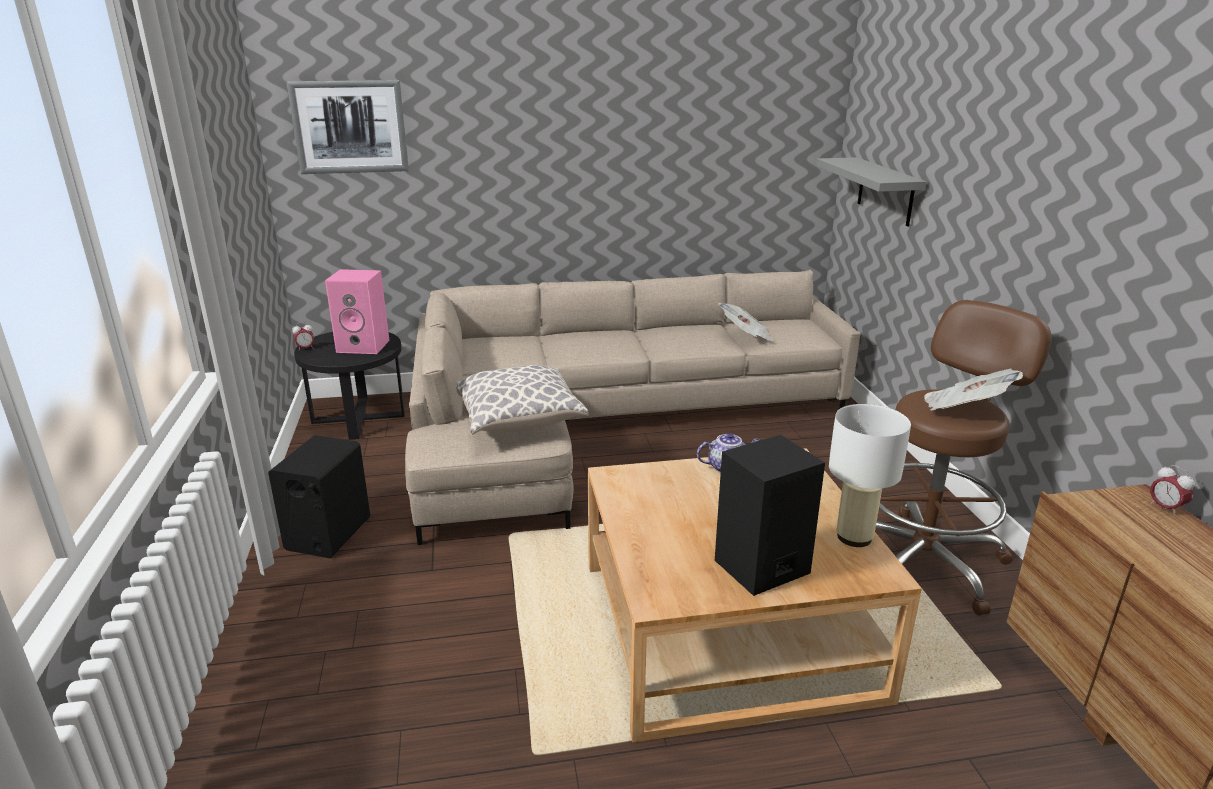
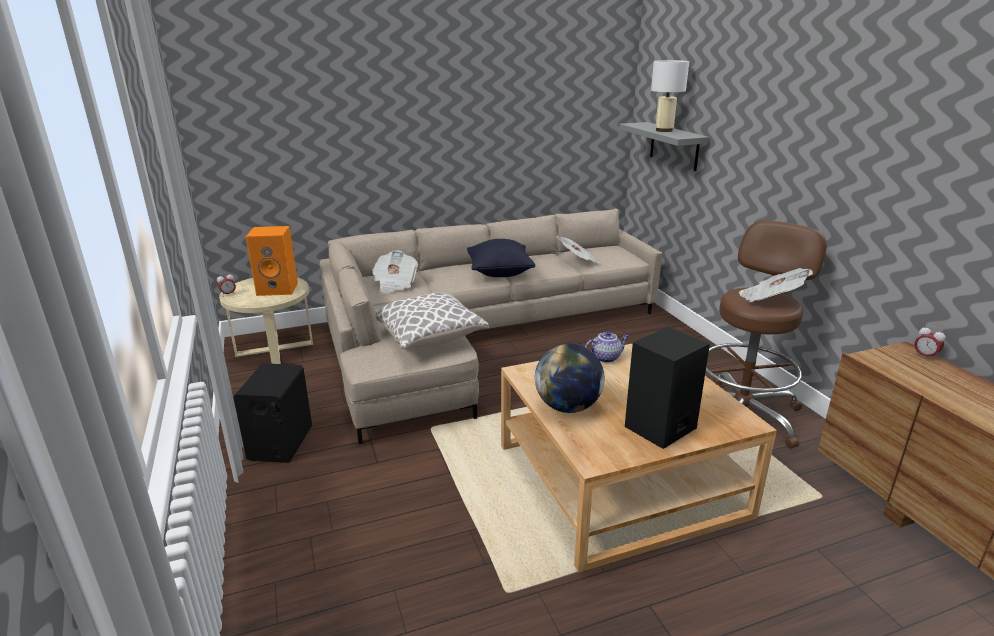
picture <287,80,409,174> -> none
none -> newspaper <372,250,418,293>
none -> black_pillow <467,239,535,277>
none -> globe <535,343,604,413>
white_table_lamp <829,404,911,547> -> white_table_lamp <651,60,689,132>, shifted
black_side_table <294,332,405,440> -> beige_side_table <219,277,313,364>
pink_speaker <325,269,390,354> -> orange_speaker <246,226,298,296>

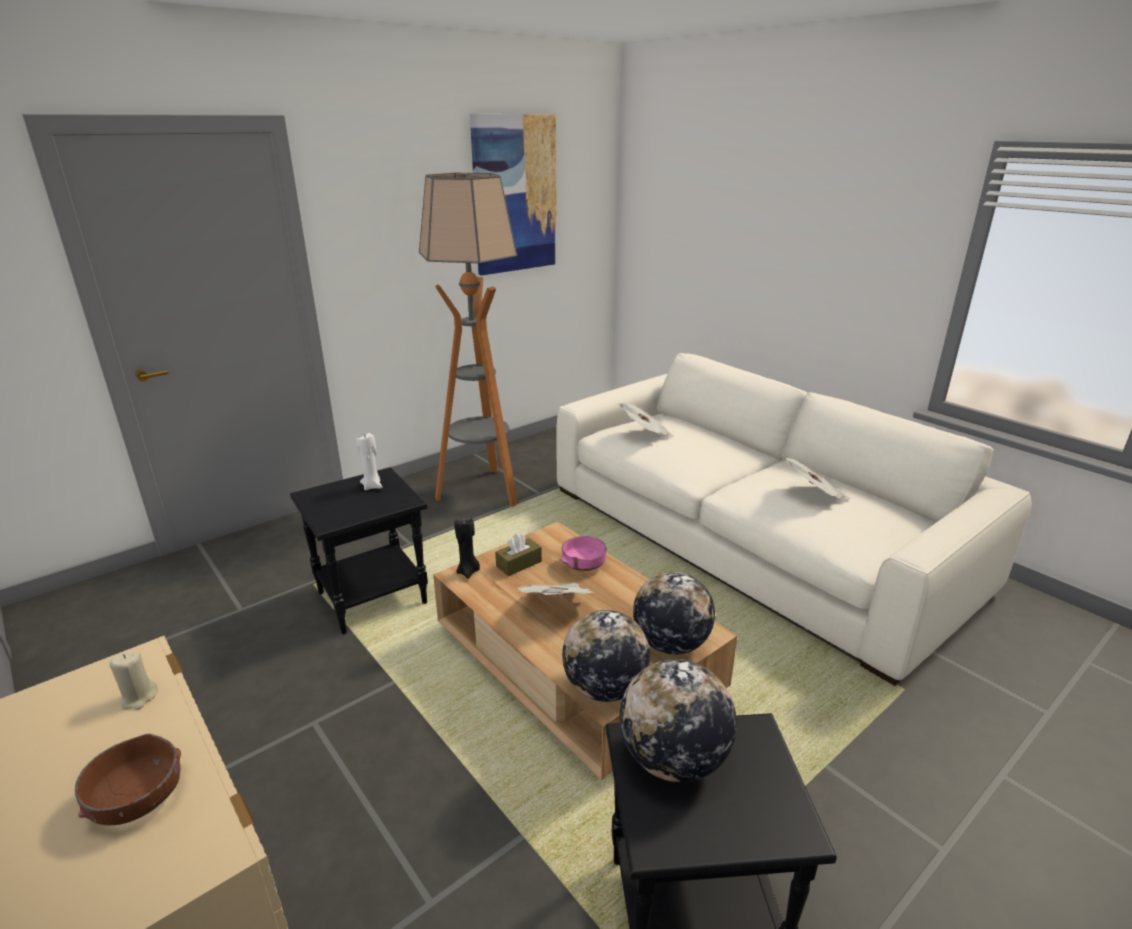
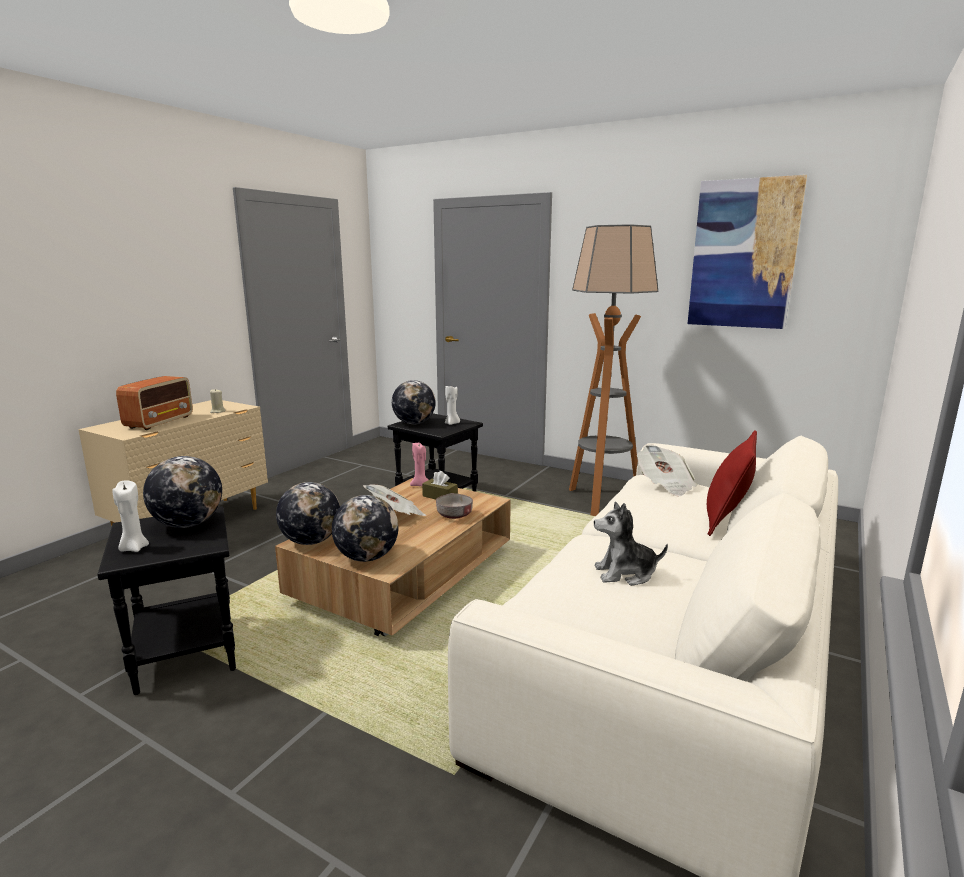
none -> white_candle <112,480,149,552>
none -> globe <392,380,436,424>
none -> red_pillow <707,430,757,536>
brown_bowl <75,734,181,825> -> radio <116,376,193,430>
newspaper <784,458,851,499> -> plush_toy <594,502,668,586>
black_candle <454,519,480,579> -> pink_candle <410,443,428,486>
pink_bowl <562,536,607,571> -> grey_bowl <436,493,473,519>

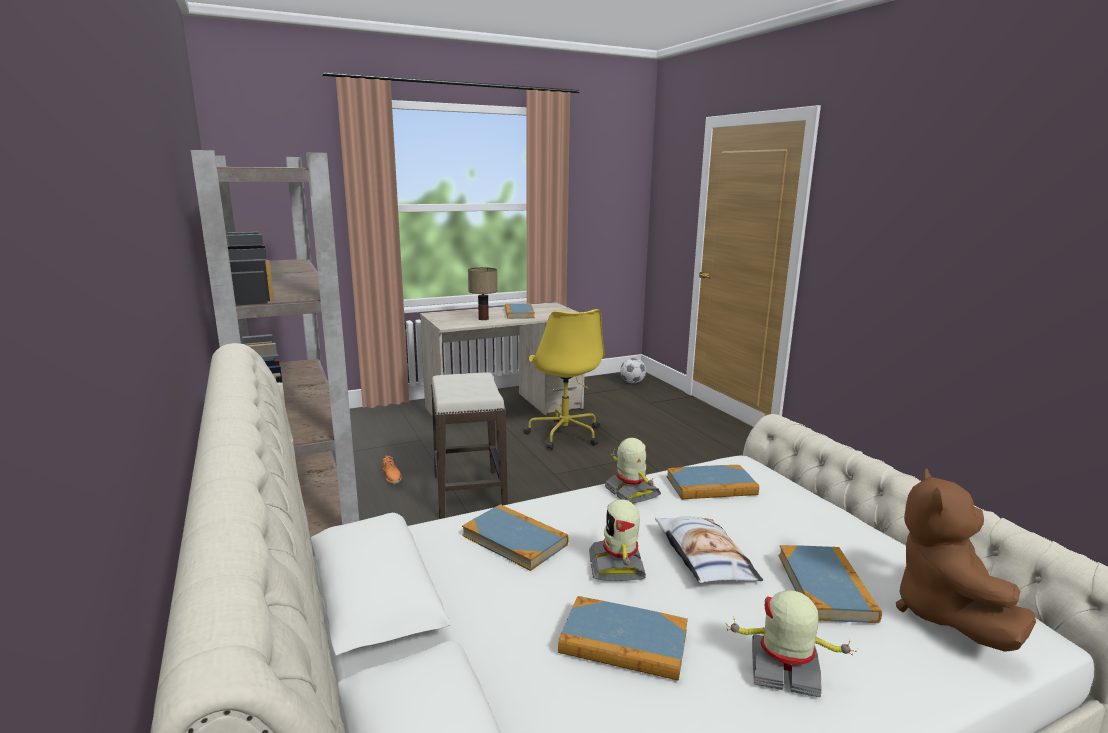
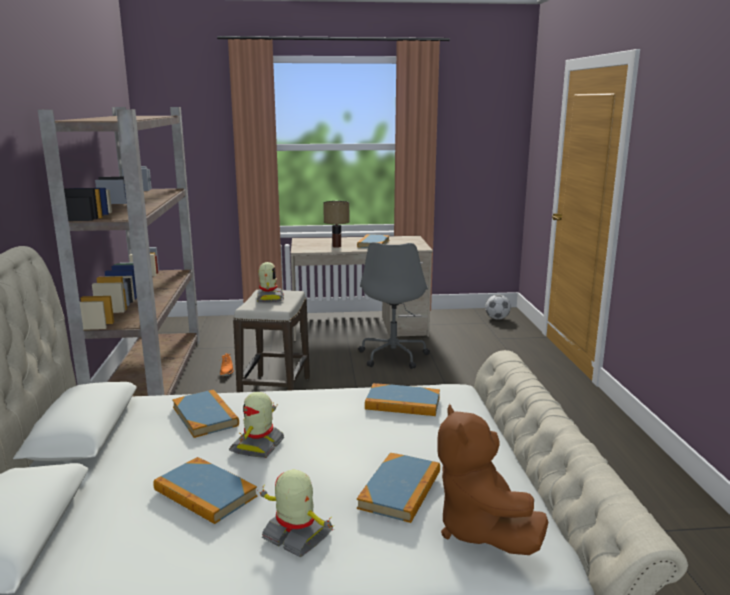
pillow <655,516,763,583> -> none
toy_robot <605,438,661,503> -> toy_robot <257,262,284,302>, shifted
yellow_office_chair <524,309,604,450> -> grey_office_chair <358,242,430,369>
brown_plush_toy <896,469,1036,652> -> brown_plush_toy <437,404,548,555>, 45 degrees counterclockwise

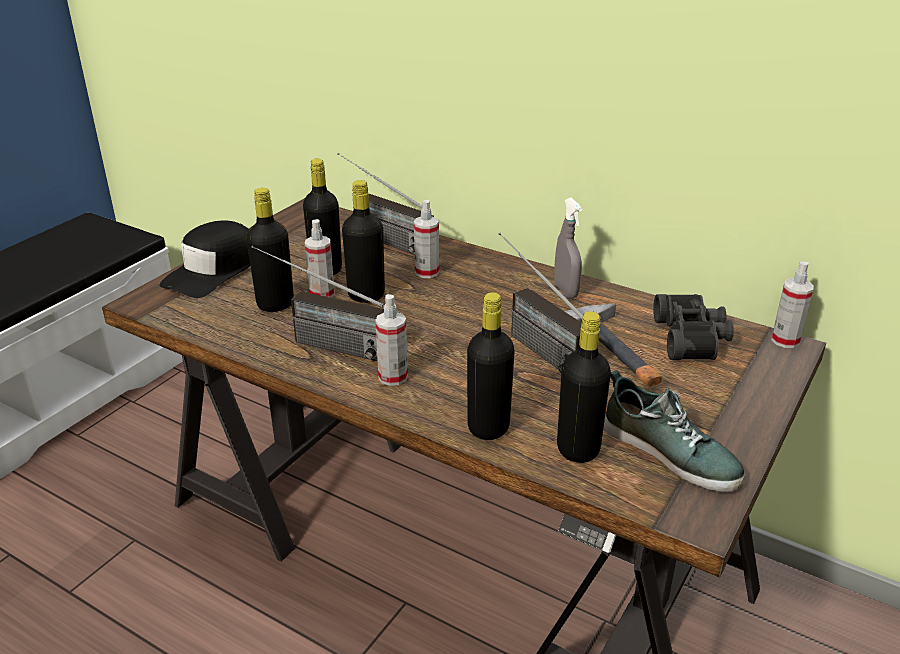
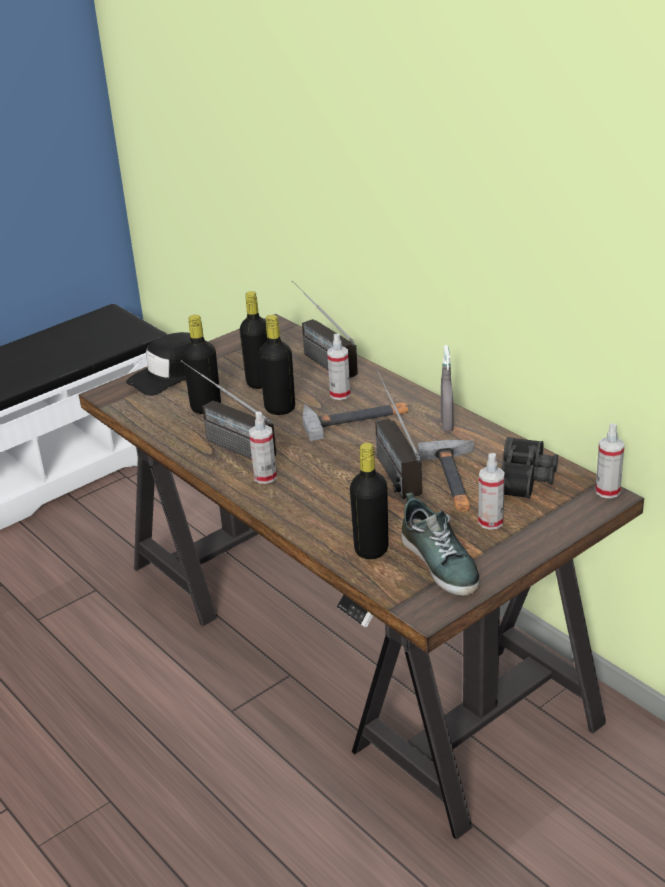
black_bottle <467,292,515,440> -> none
none -> hammer <303,403,408,441>
spray_bottle <305,219,335,298> -> spray_bottle <478,453,505,530>, shifted

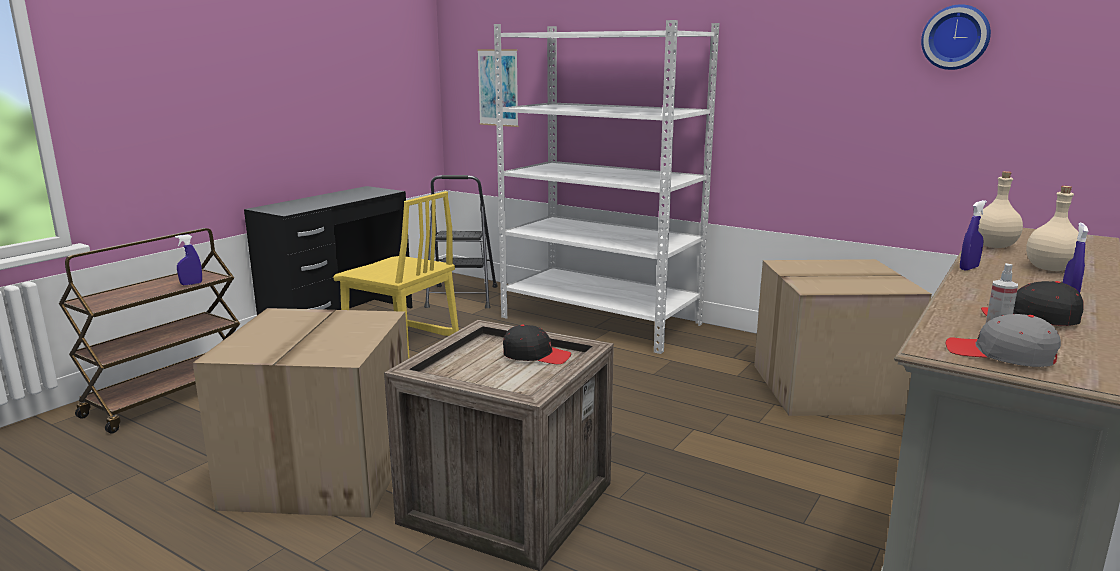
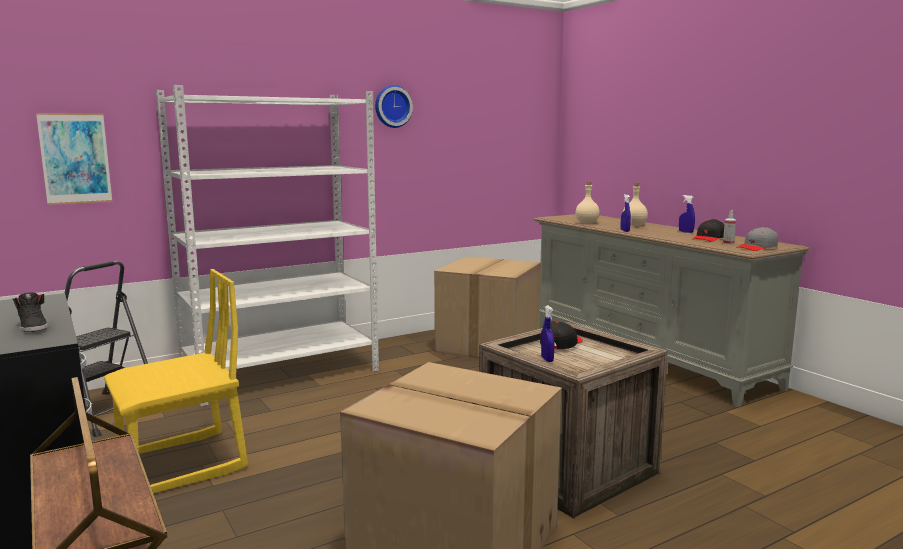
none -> black_shoe <12,292,48,332>
blue_spray_bottle <175,234,202,285> -> blue_spray_bottle <541,305,554,362>, shifted
wall_clock <921,4,991,70> -> wall_clock <375,85,413,128>, shifted

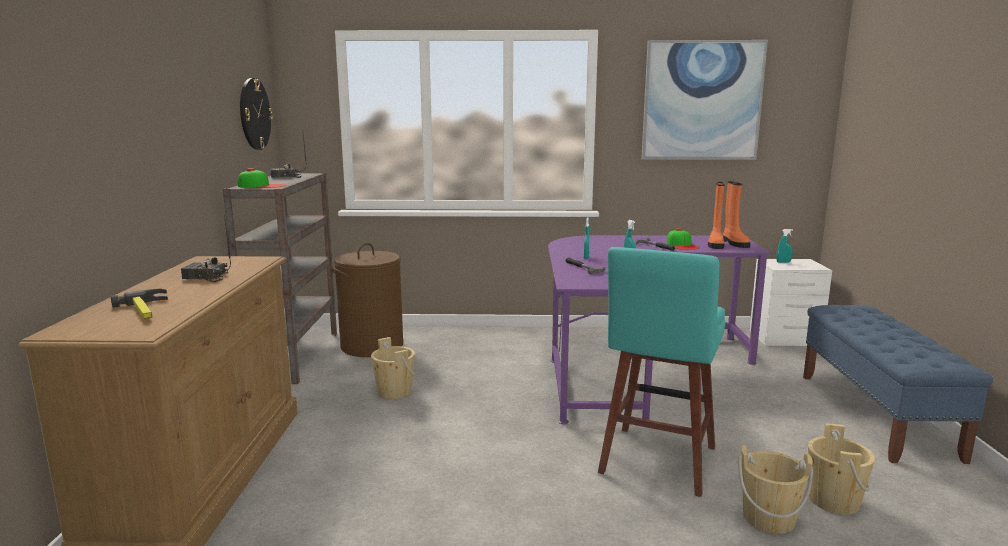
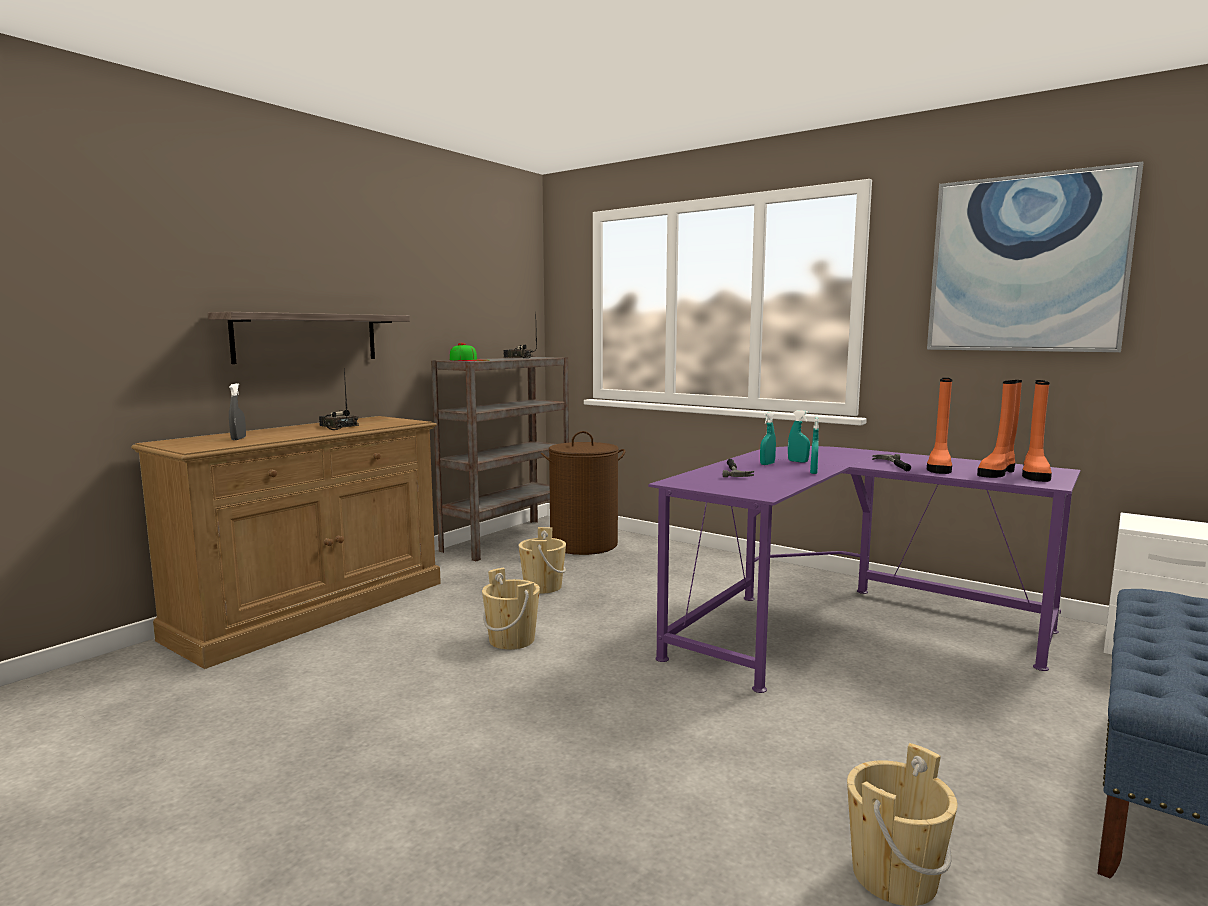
wall_clock <240,78,273,150> -> none
turquoise_stool <598,247,725,497> -> none
none -> shelf <208,312,410,364>
beige_bucket <738,445,813,534> -> beige_bucket <482,567,540,650>, shifted
turquoise_spray_bottle <776,229,793,263> -> turquoise_spray_bottle <788,410,810,463>, shifted
hammer <111,289,168,319> -> grey_spray_bottle <229,383,246,440>
cap <666,228,699,250> -> orange_boot <927,378,952,474>

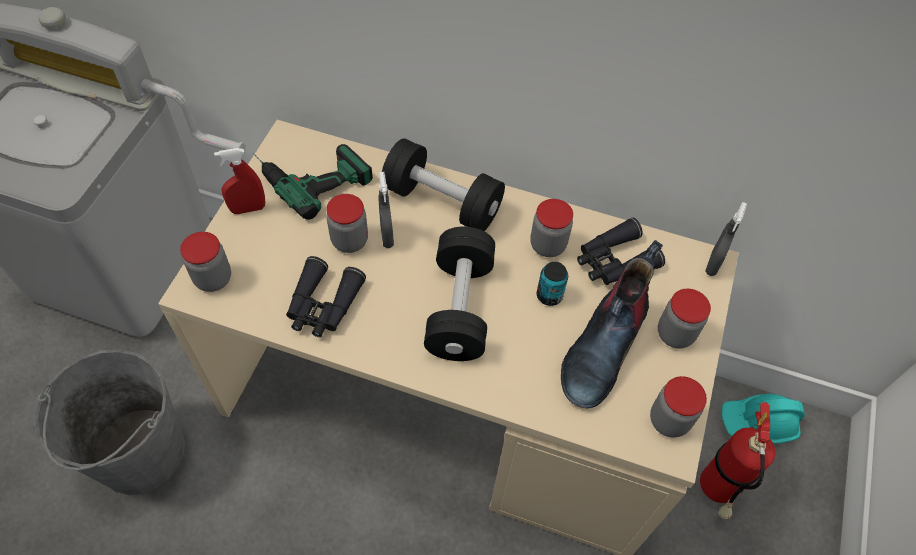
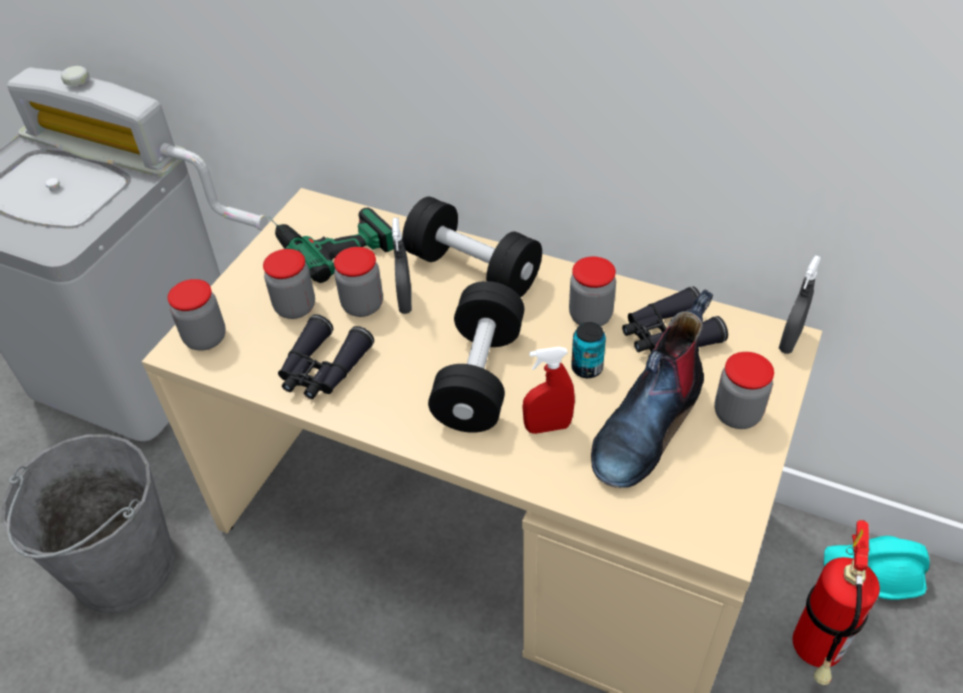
red_spray_bottle <214,148,265,214> -> red_spray_bottle <522,347,575,434>, shifted
jar <650,376,707,438> -> jar <263,249,315,319>, shifted

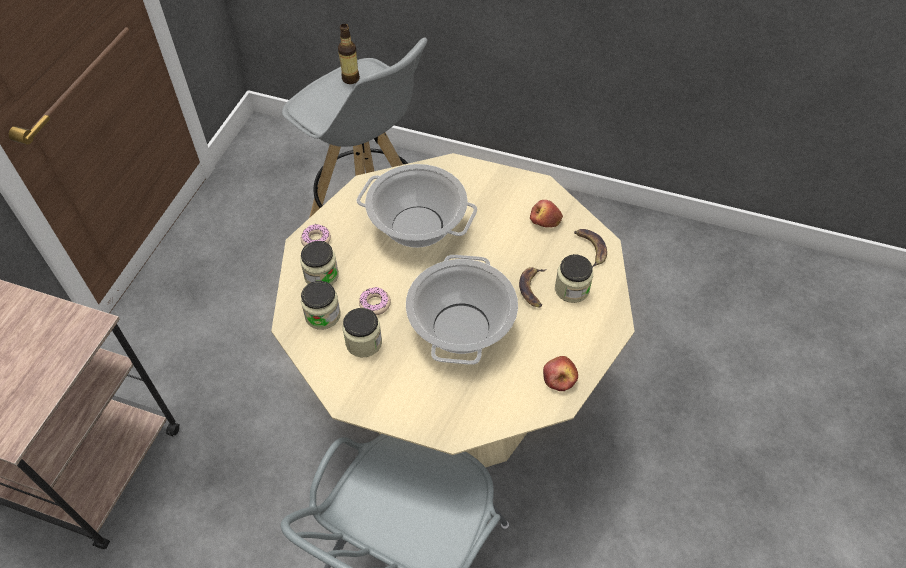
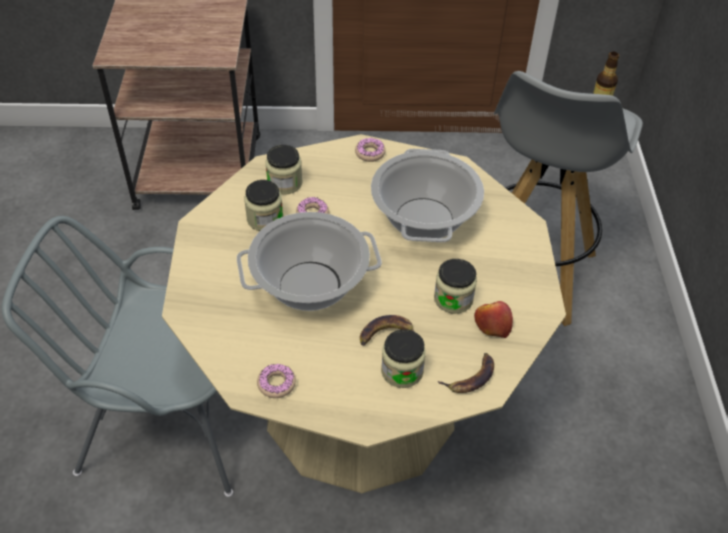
jar <300,241,339,285> -> jar <434,259,477,314>, shifted
apple <543,356,578,391> -> donut <257,364,296,398>

